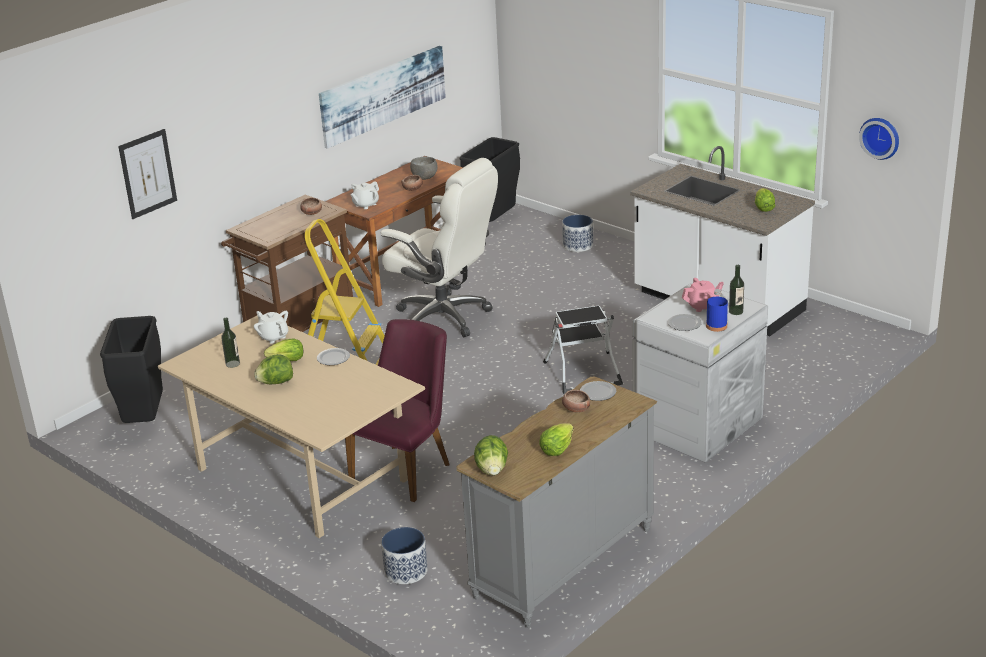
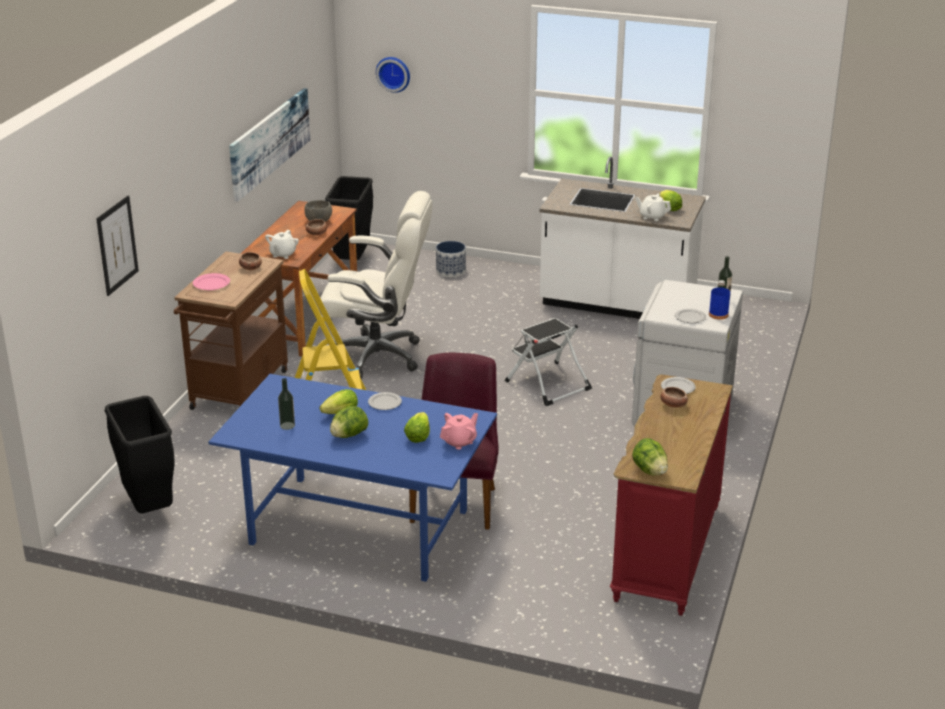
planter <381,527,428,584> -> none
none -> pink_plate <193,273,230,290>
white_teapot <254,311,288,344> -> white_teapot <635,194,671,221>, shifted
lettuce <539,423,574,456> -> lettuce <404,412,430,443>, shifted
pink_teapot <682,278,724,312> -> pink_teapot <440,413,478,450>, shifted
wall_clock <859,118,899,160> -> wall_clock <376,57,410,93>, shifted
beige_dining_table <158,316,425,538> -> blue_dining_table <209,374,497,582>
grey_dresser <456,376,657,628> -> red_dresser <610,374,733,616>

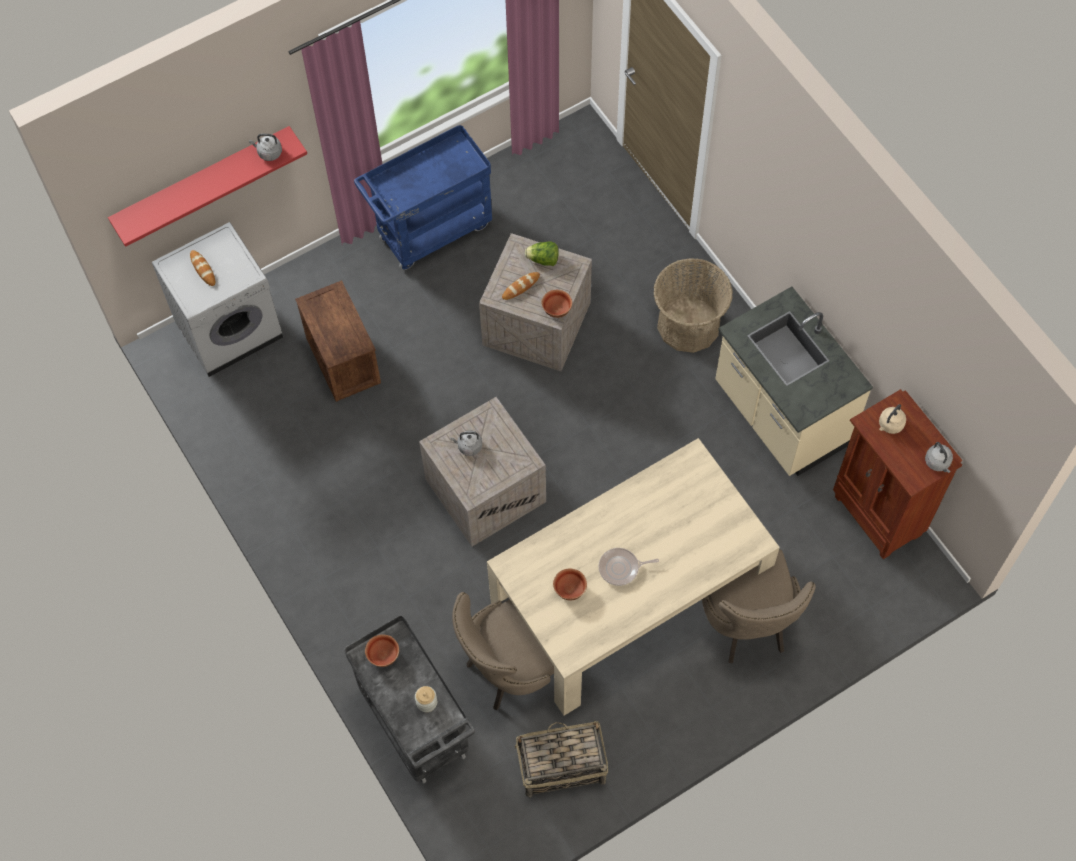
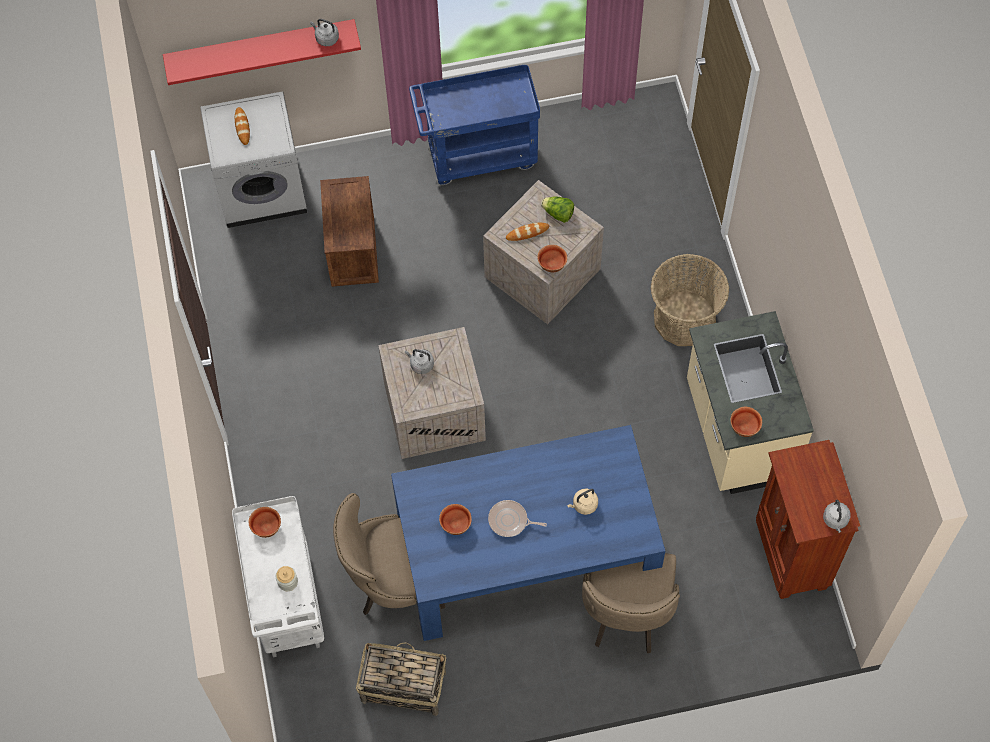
none -> bowl <730,407,762,437>
beige_kettle <879,404,906,434> -> beige_kettle <567,489,598,515>, shifted
black_cart <344,616,475,783> -> white_cart <232,496,324,657>
beige_dining_table <487,438,780,716> -> blue_dining_table <391,425,665,641>

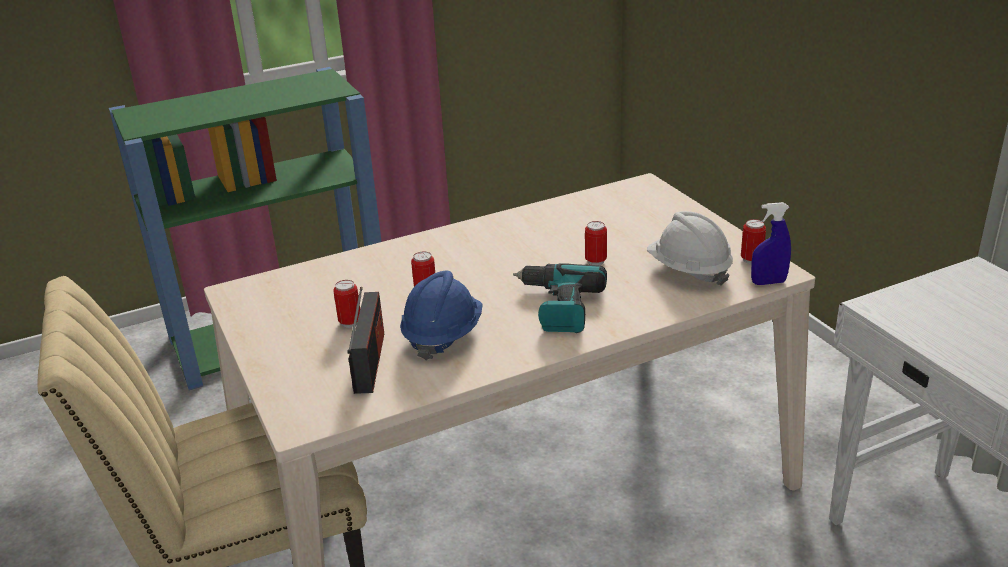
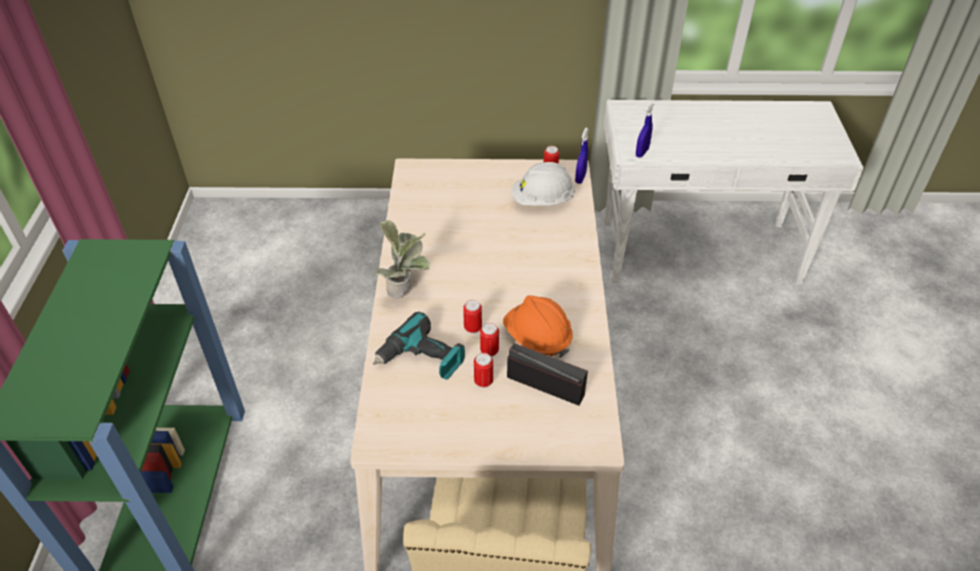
none -> potted_plant <374,219,430,298>
none -> blue_spray_bottle <636,103,654,158>
power_drill <513,263,607,333> -> power_drill <373,312,465,380>, shifted
can <585,221,607,265> -> can <480,323,499,357>, shifted
blue_hard_hat <400,270,483,360> -> orange_hard_hat <503,296,572,358>

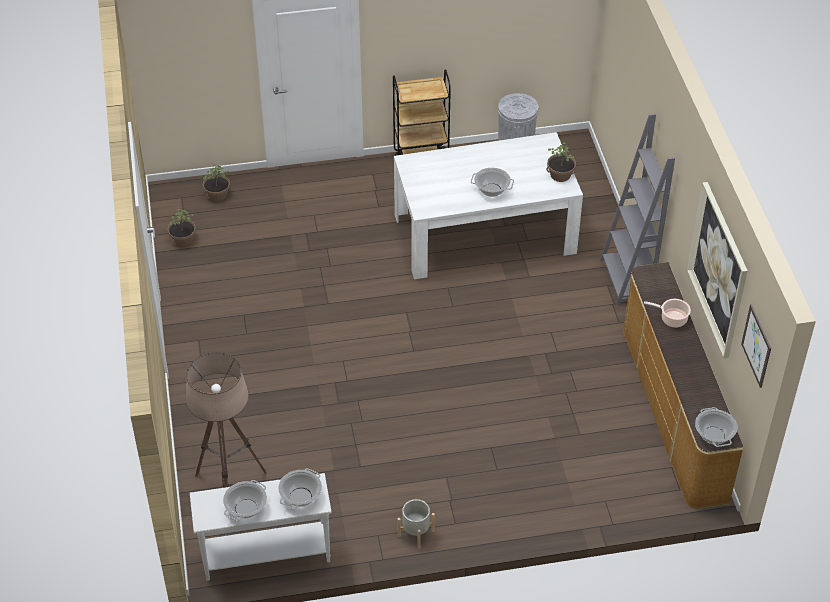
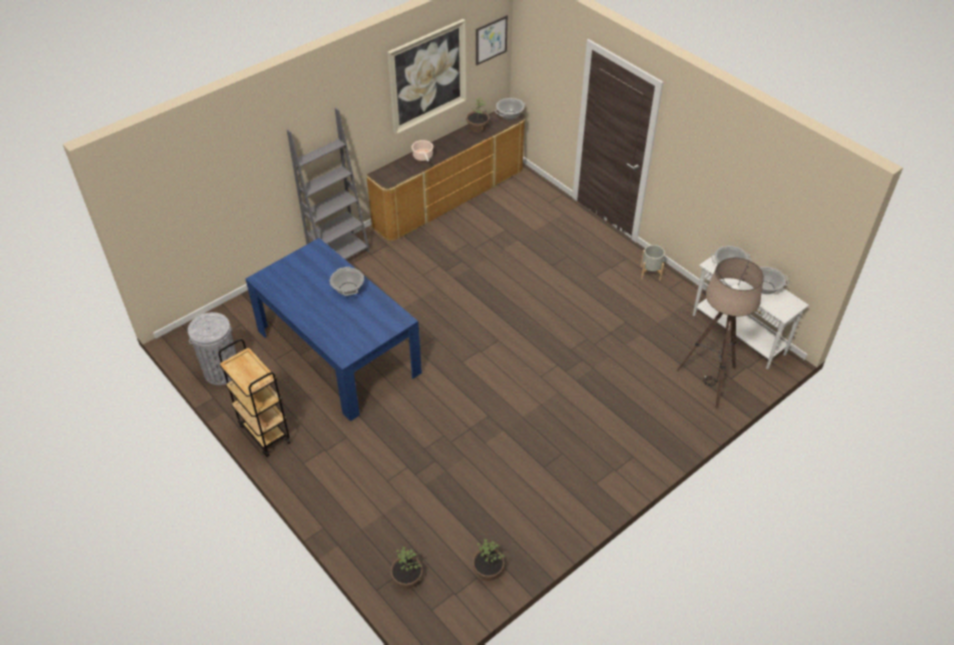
potted_plant <546,142,576,182> -> potted_plant <466,97,489,133>, shifted
white_dining_table <394,132,583,279> -> blue_dining_table <246,238,422,421>

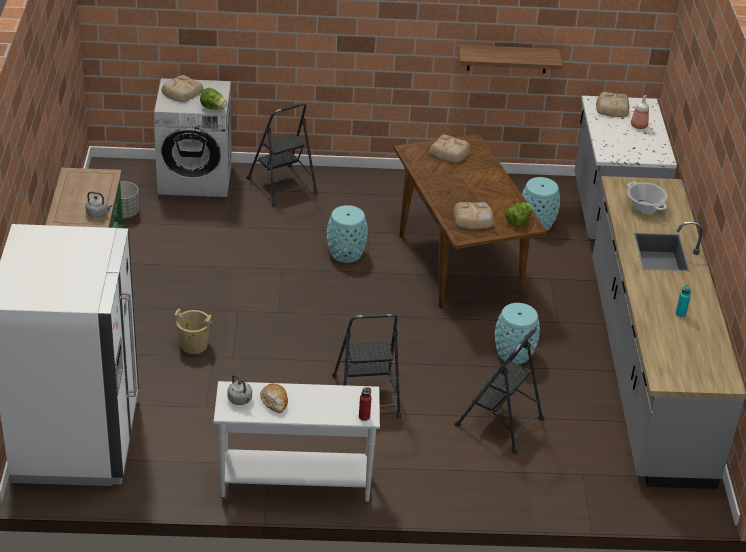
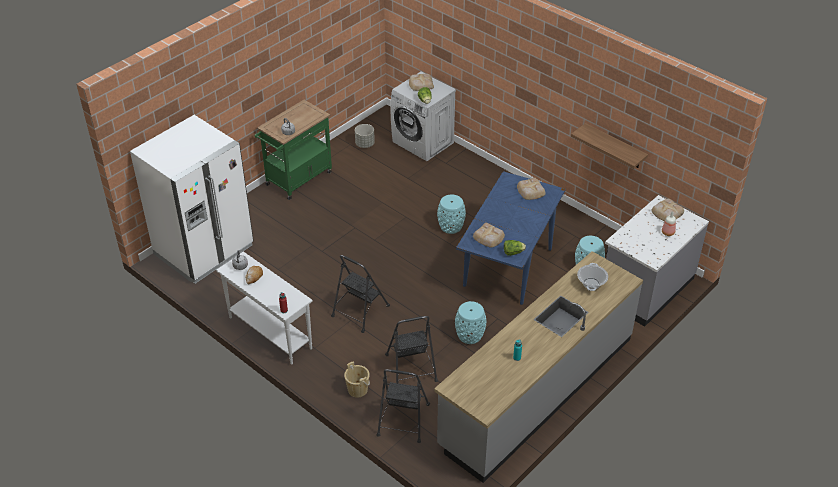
beige_bucket <175,308,212,354> -> beige_bucket <344,361,370,397>, shifted
black_step_ladder <246,103,319,207> -> black_step_ladder <376,369,430,443>, shifted
brown_dining_table <393,134,547,308> -> blue_dining_table <456,171,566,305>

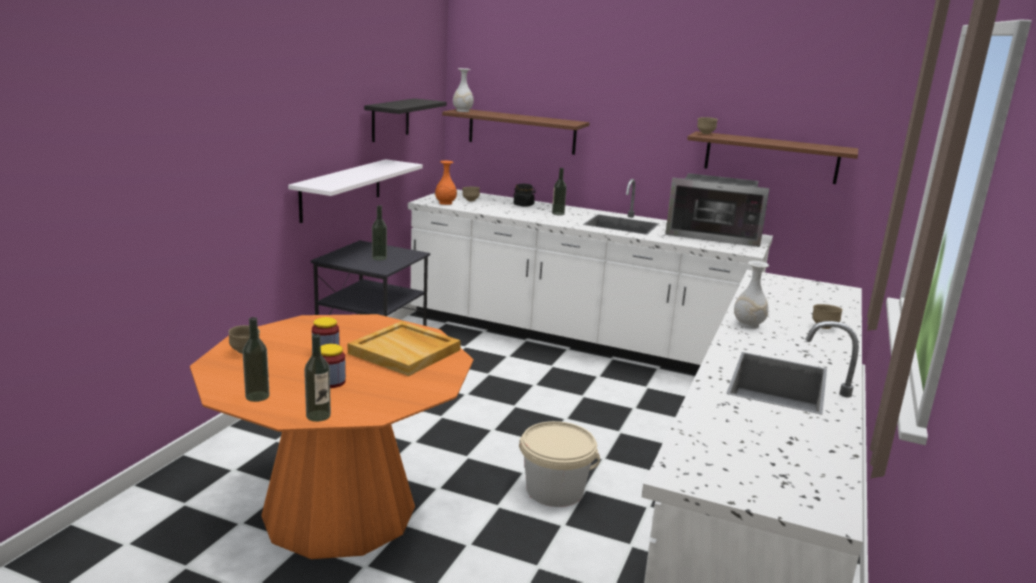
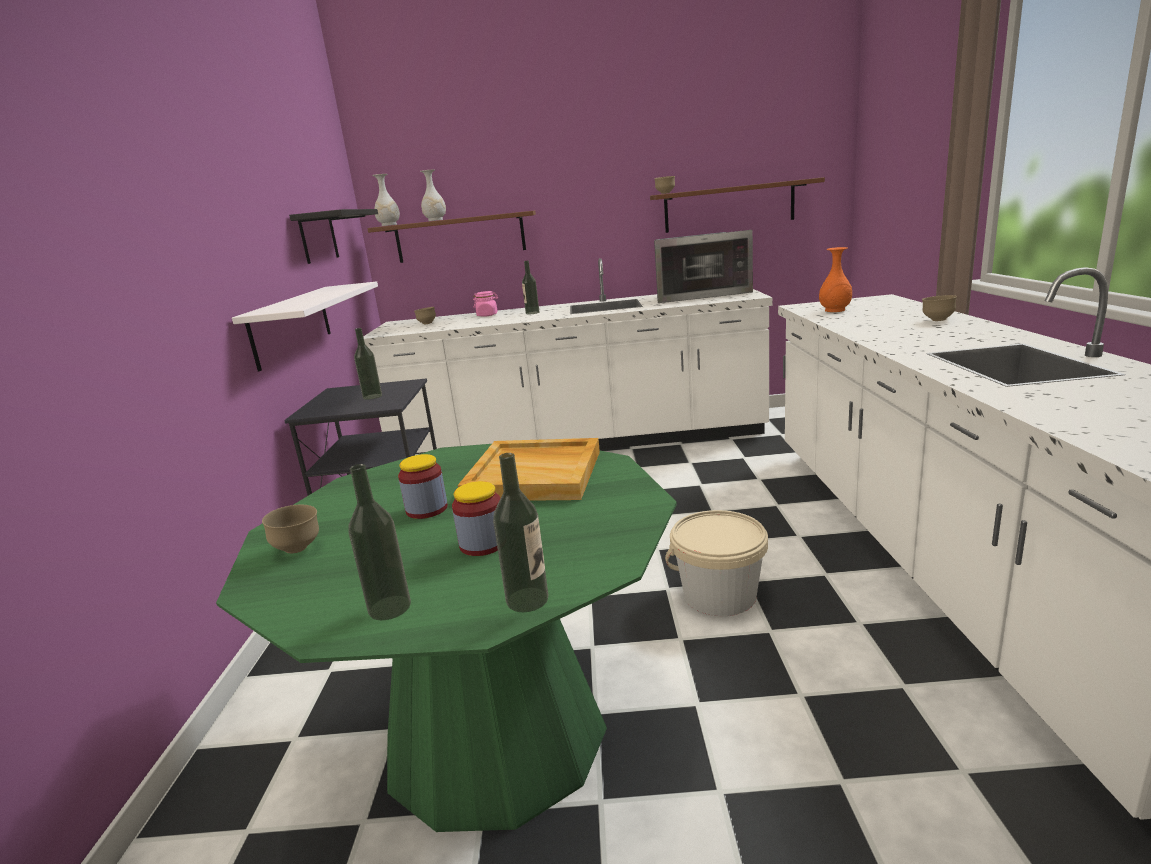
orange_vase <435,161,457,205> -> orange_vase <819,247,852,312>, shifted
white_vase <734,261,769,329> -> white_vase <420,170,446,221>, shifted
orange_dining_table <190,314,473,559> -> green_dining_table <216,444,677,832>
black_jar <513,184,536,207> -> pink_jar <473,291,498,317>

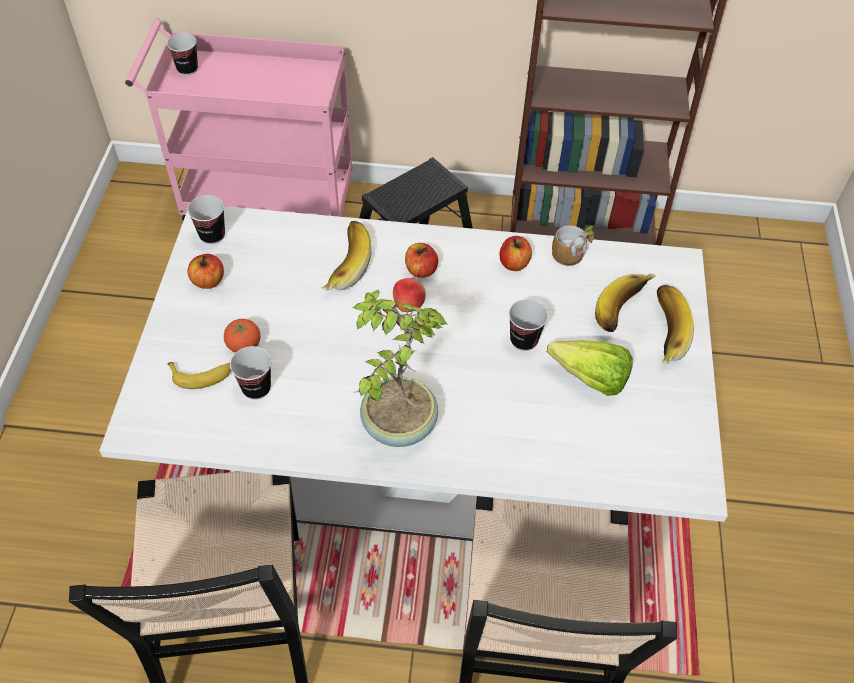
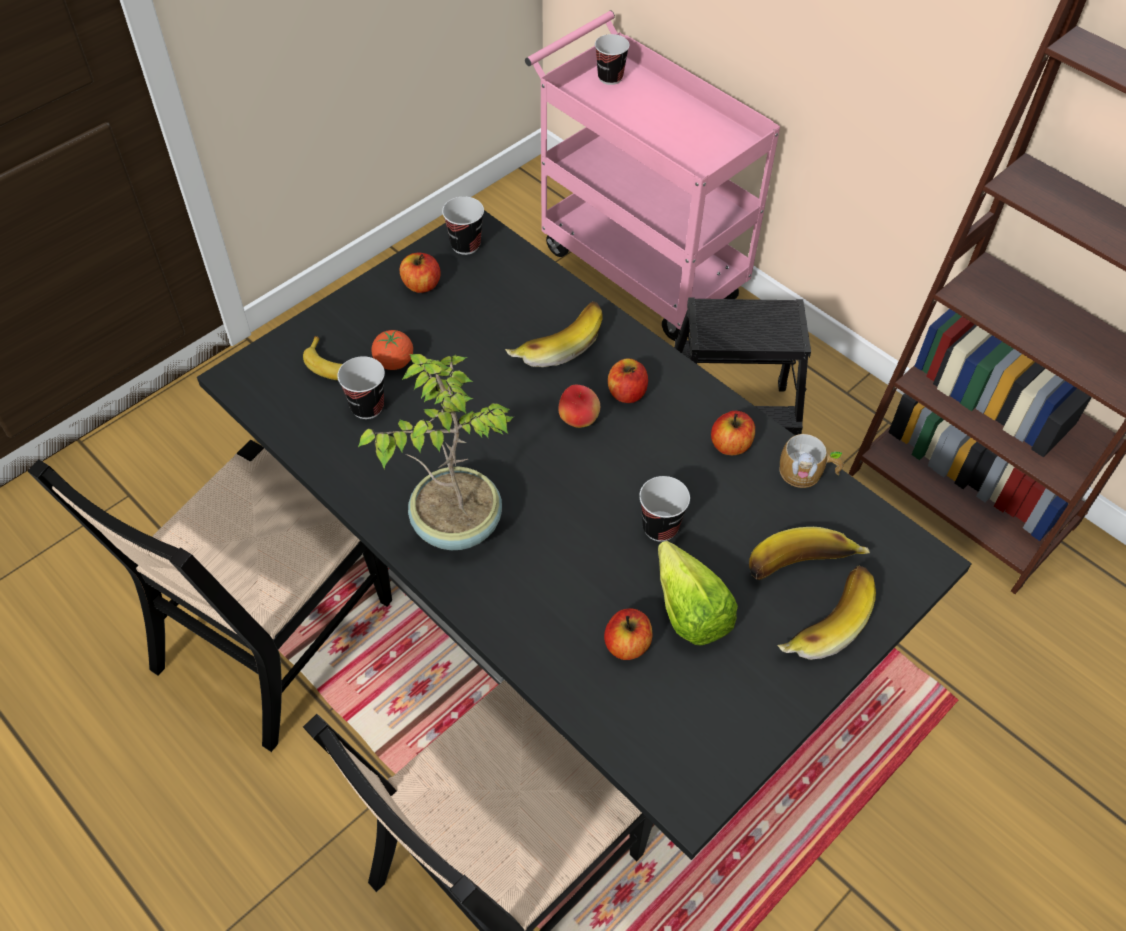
none -> apple <604,608,652,660>
white_dining_table <99,206,728,541> -> black_dining_table <197,210,972,860>

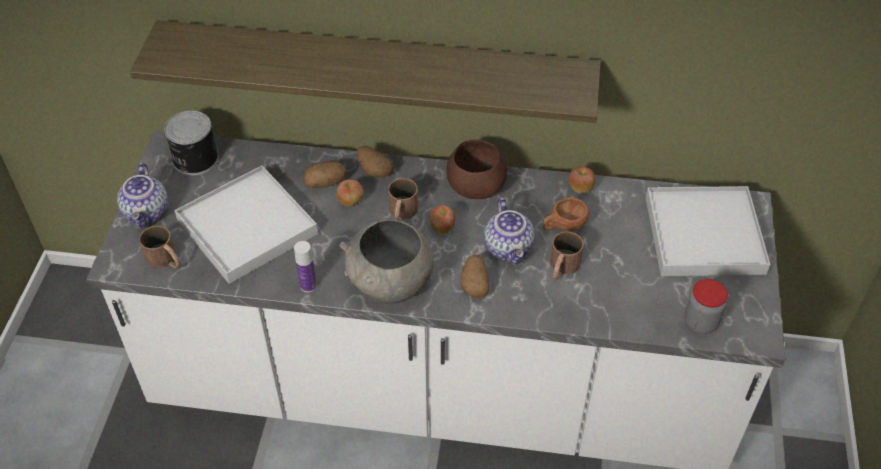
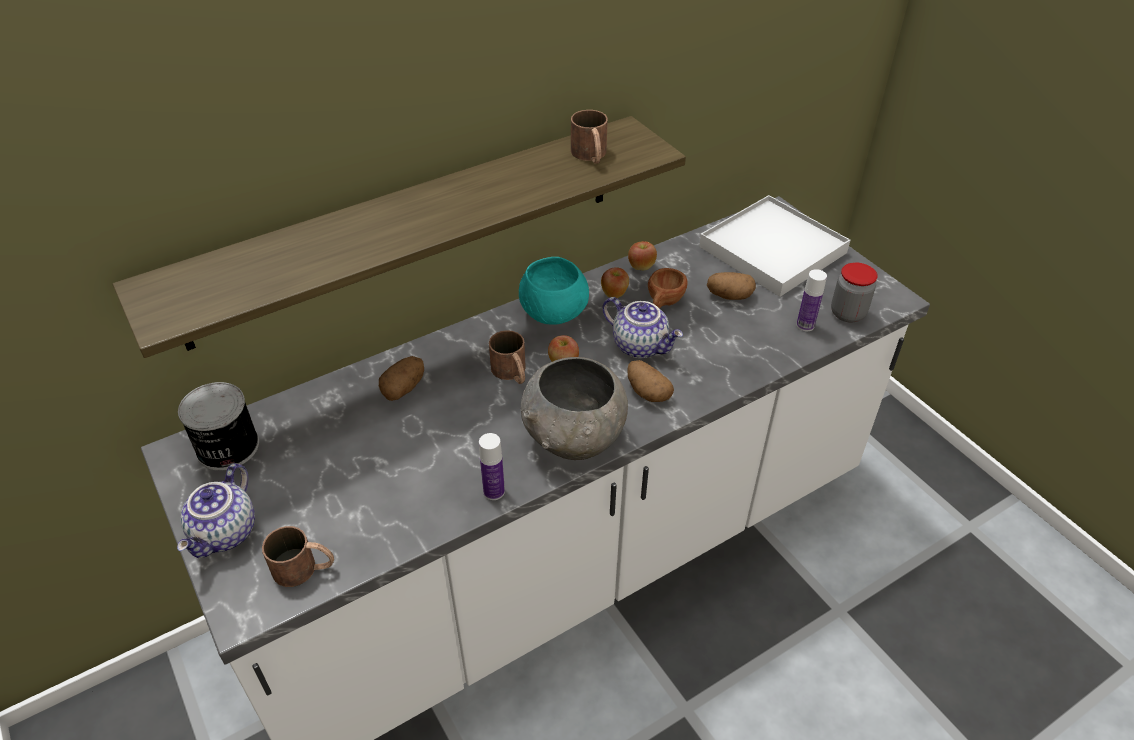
white_tray <174,165,318,284> -> none
none -> bottle <796,269,827,331>
apple <337,179,363,206> -> apple <601,267,629,298>, shifted
potato <357,145,394,178> -> potato <707,272,756,300>, shifted
brown_mug <550,231,584,279> -> brown_mug <571,110,608,164>, shifted
brown_bowl <446,140,507,199> -> turquoise_bowl <519,257,589,325>
teapot <117,163,168,228> -> teapot <177,463,255,558>, 60 degrees clockwise

